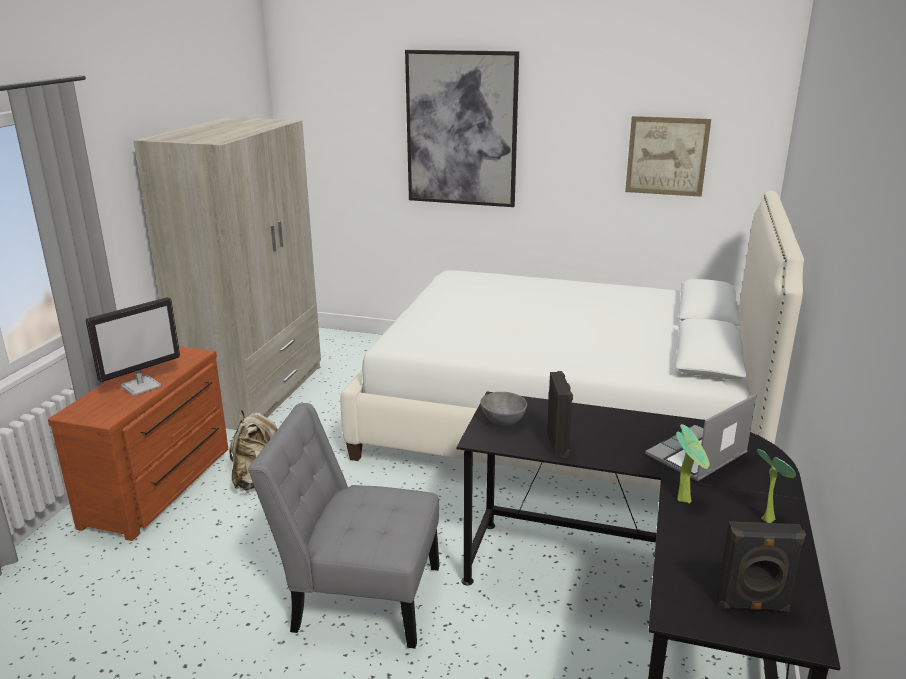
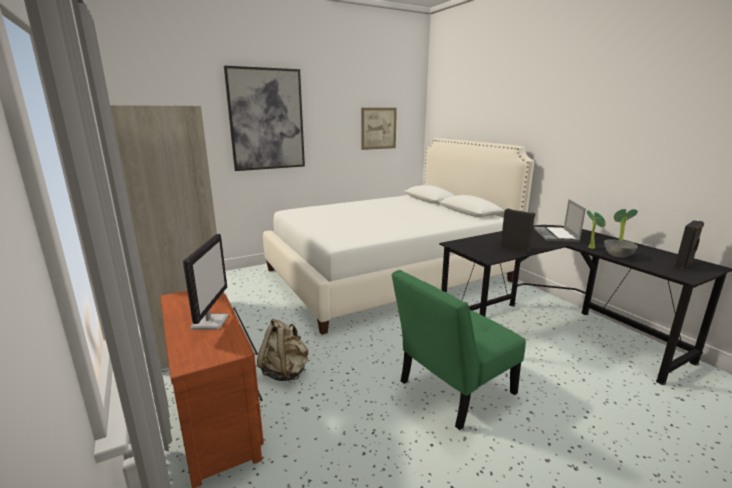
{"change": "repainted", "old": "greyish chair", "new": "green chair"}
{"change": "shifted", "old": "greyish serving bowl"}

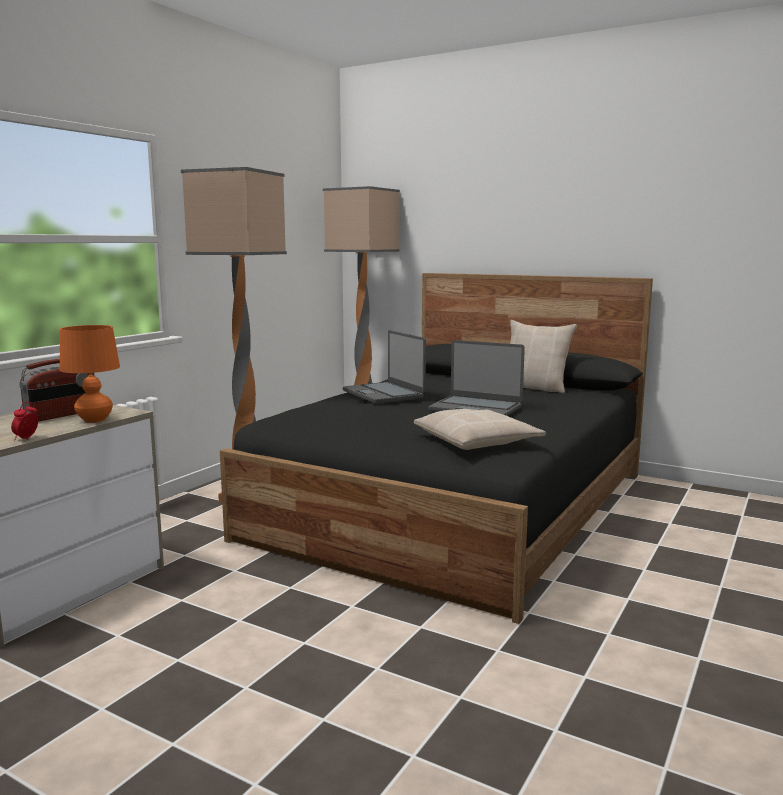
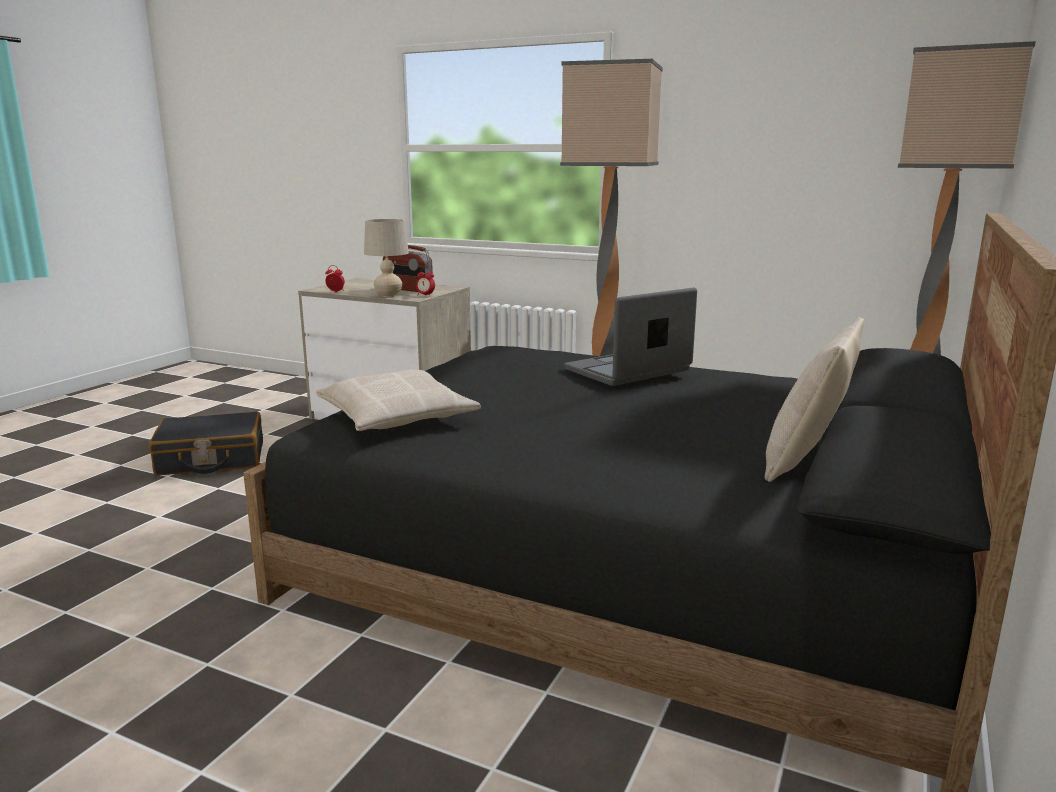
{"change": "repainted", "old": "orange tabletop lamp", "new": "beige tabletop lamp"}
{"change": "gone", "old": "notebook computer (no. 2 from left)"}
{"change": "new", "new": "blackish travel case"}
{"change": "new", "new": "table clock (no. 2 from left)"}

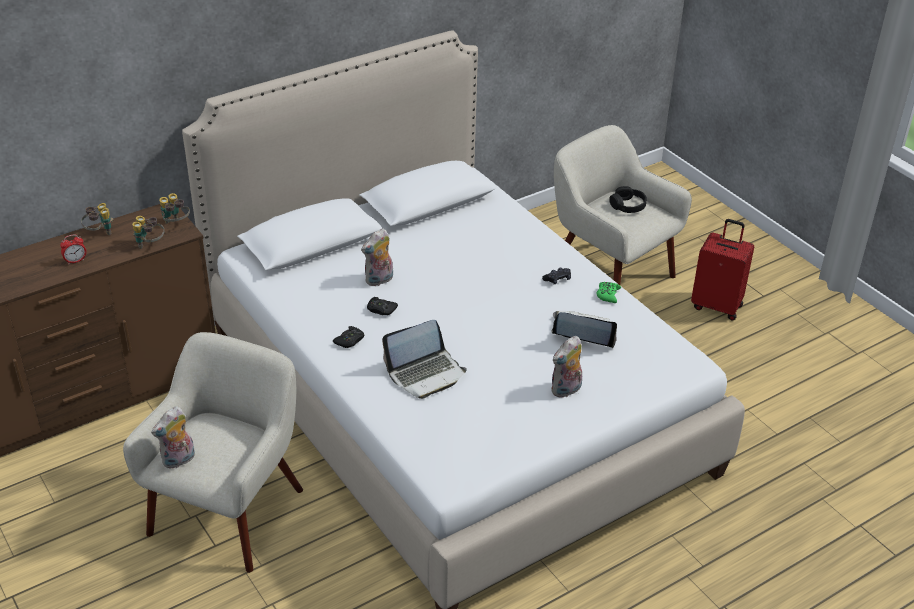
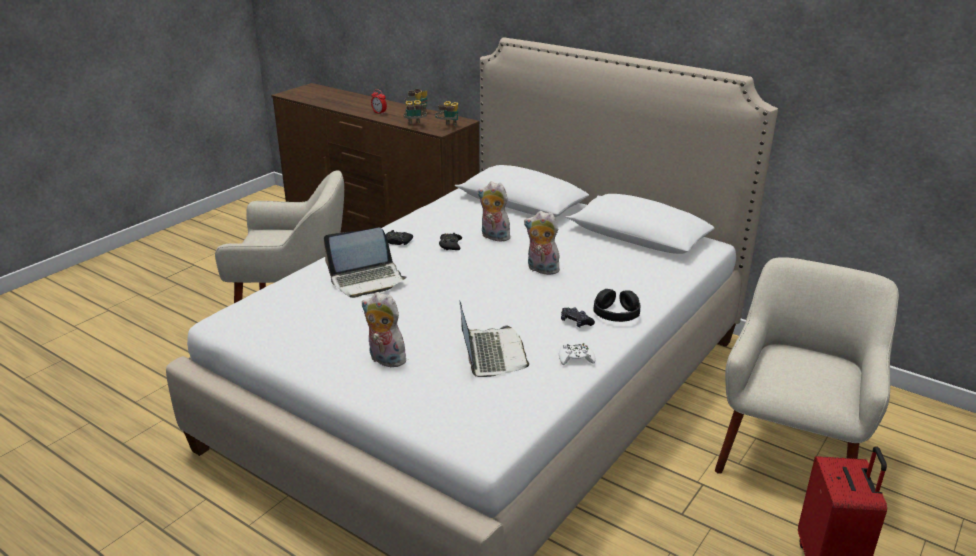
{"change": "shifted", "old": "soft toy (no. 1 from left in the first image)", "new": "soft toy (no. 3 from left)"}
{"change": "rotated", "old": "notebook computer (no. 1 from left)", "degrees": -60}
{"change": "repainted", "old": "green game controller", "new": "white-coloured game controller"}
{"change": "shifted", "old": "blackish headset"}

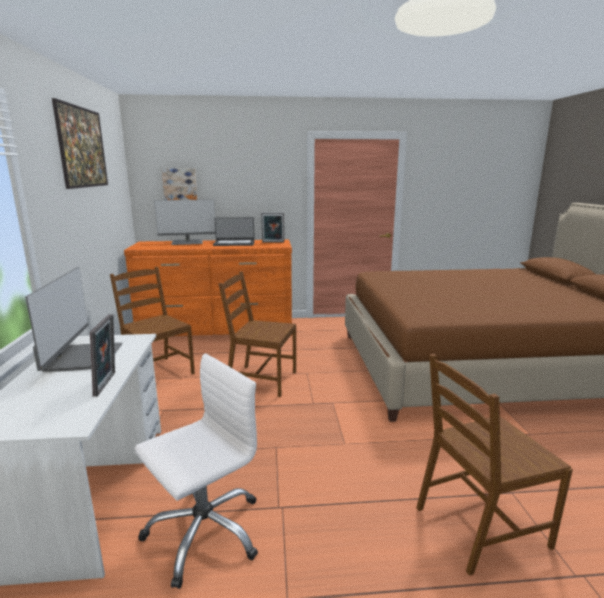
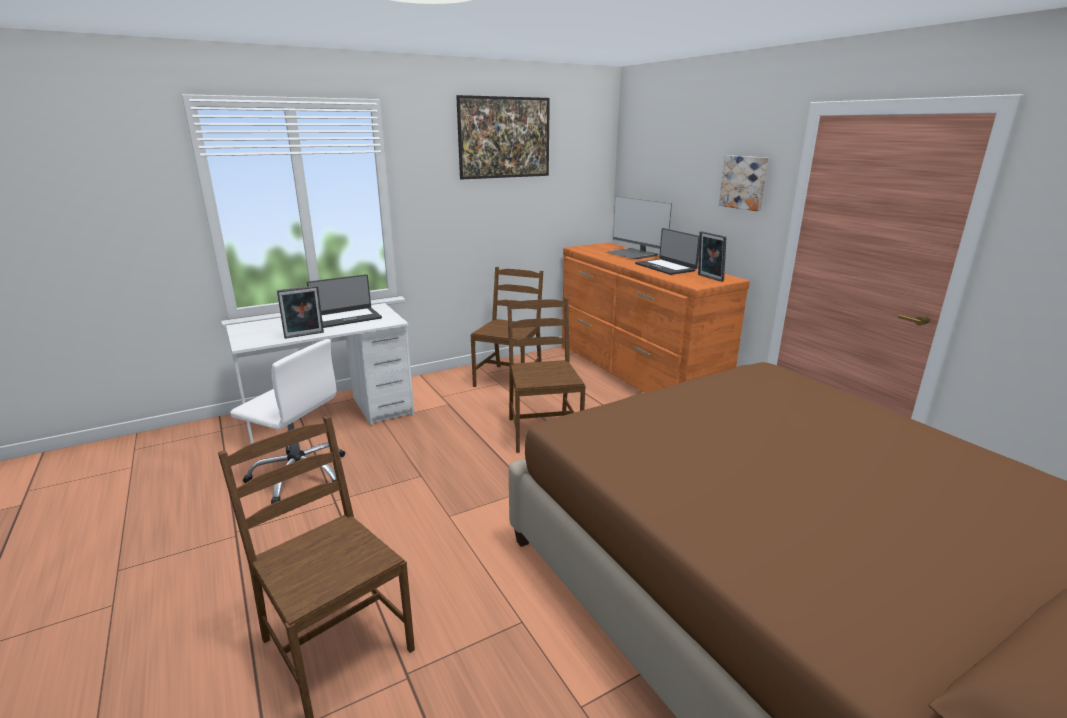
{"change": "swapped", "old": "computer display (no. 1 from left)", "new": "notebook computer (no. 1 from left)"}
{"change": "shifted", "old": "wall art (no. 2 from left)"}

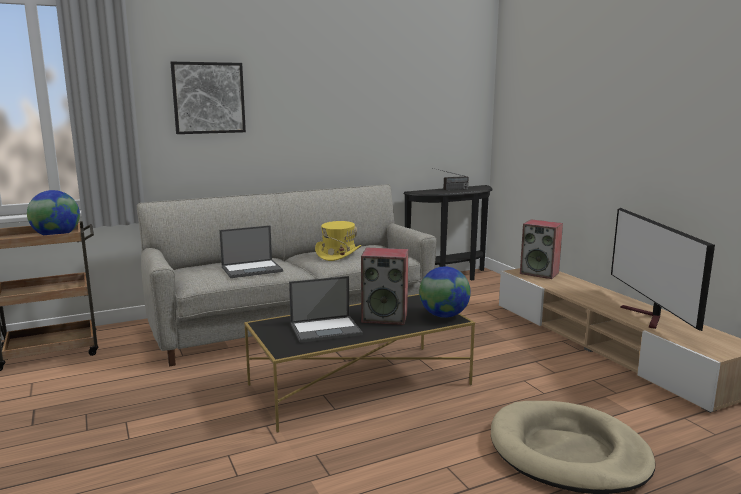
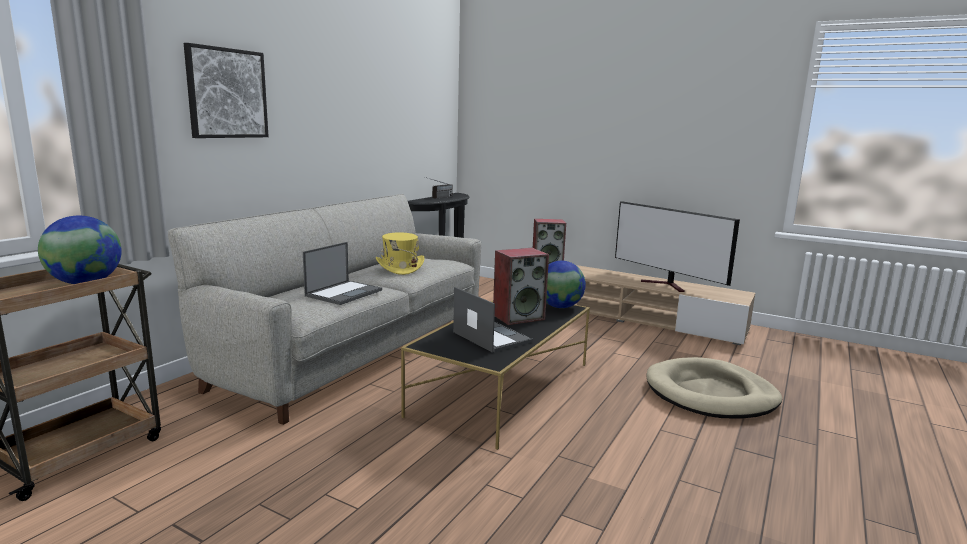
{"change": "rotated", "old": "notebook computer (no. 2 from left)", "degrees": -75}

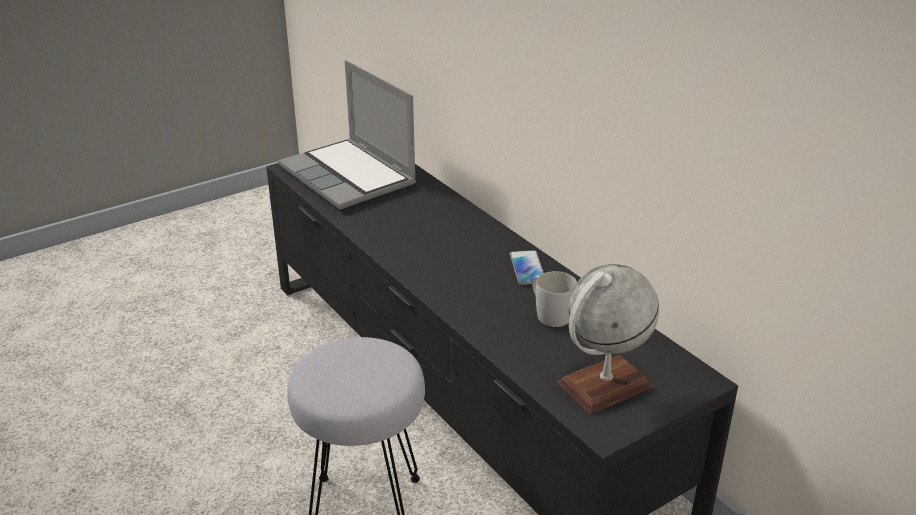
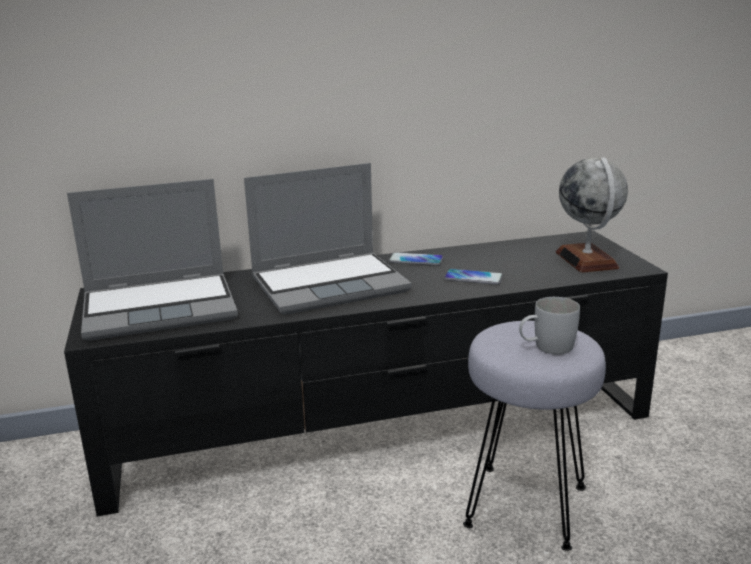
{"change": "shifted", "old": "white-coloured tea mug"}
{"change": "new", "new": "notebook computer (no. 2 from left)"}
{"change": "new", "new": "phone (no. 2 from left)"}

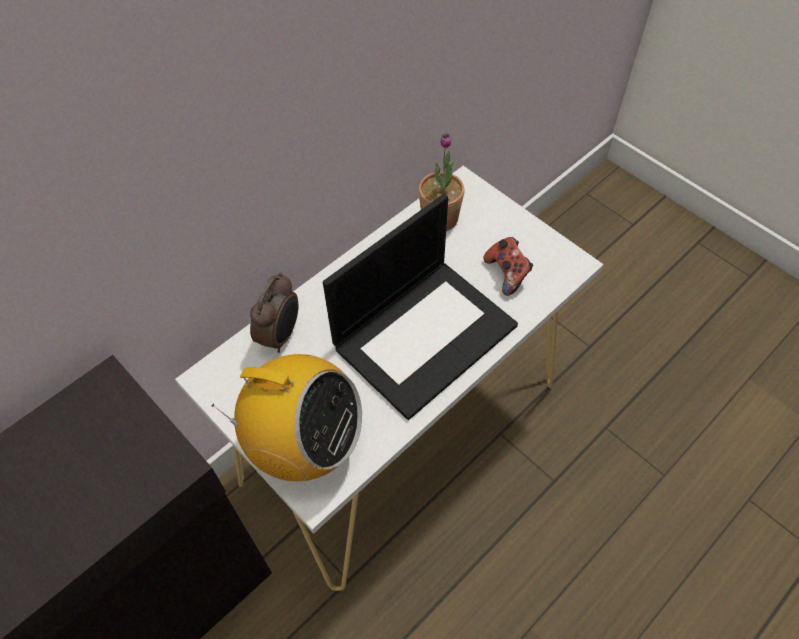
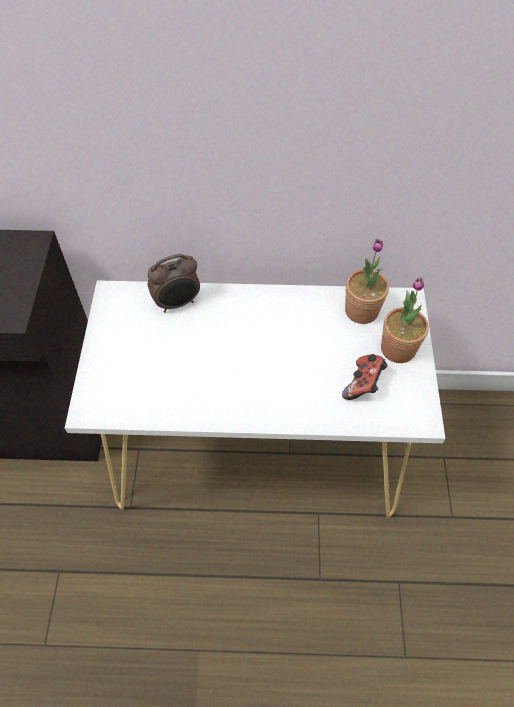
{"change": "gone", "old": "radio set"}
{"change": "gone", "old": "notebook computer"}
{"change": "new", "new": "potted plant (no. 2 from left)"}

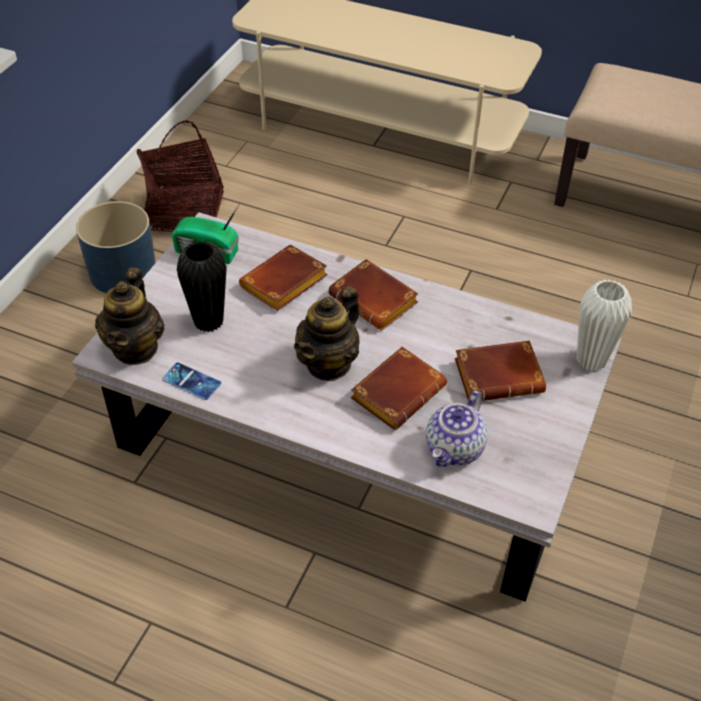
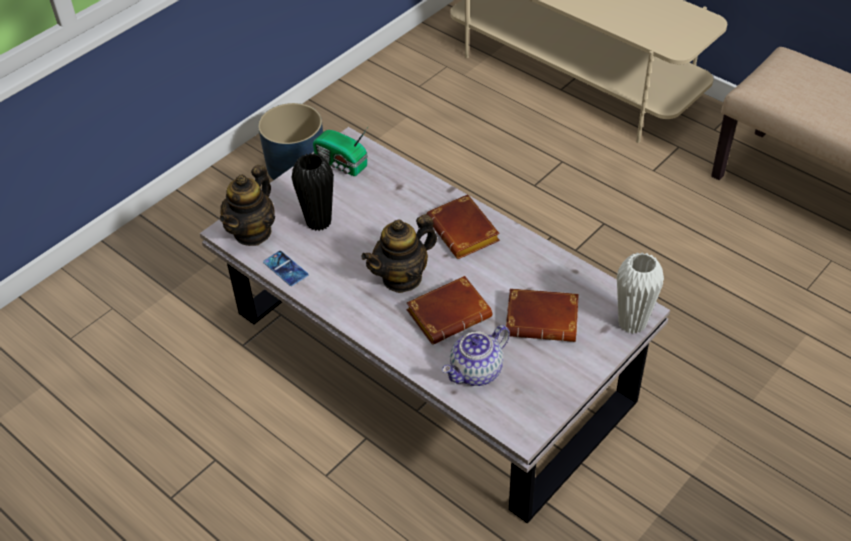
{"change": "gone", "old": "storage basket"}
{"change": "gone", "old": "brown-coloured volume (no. 1 from left)"}

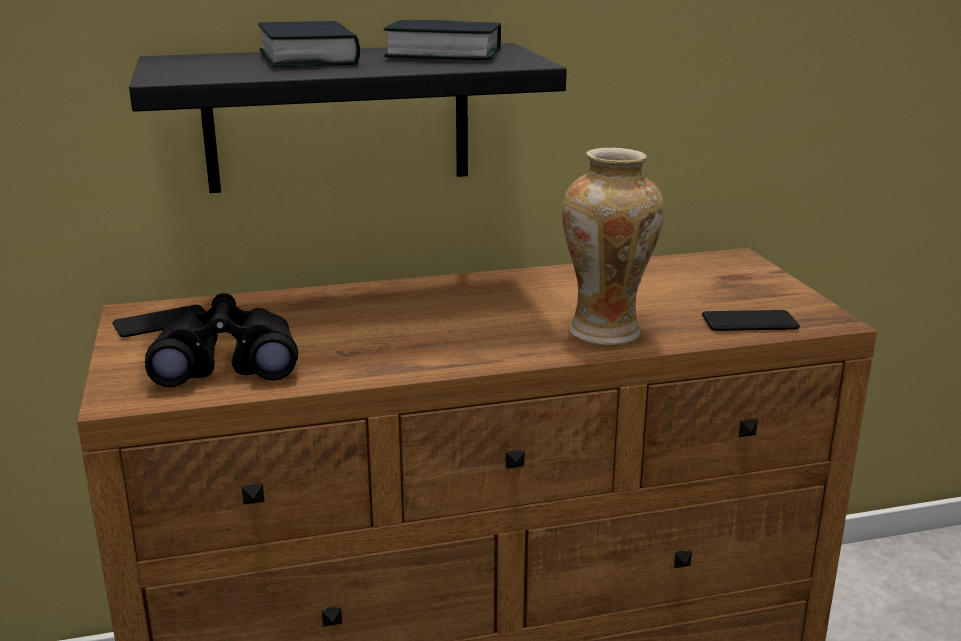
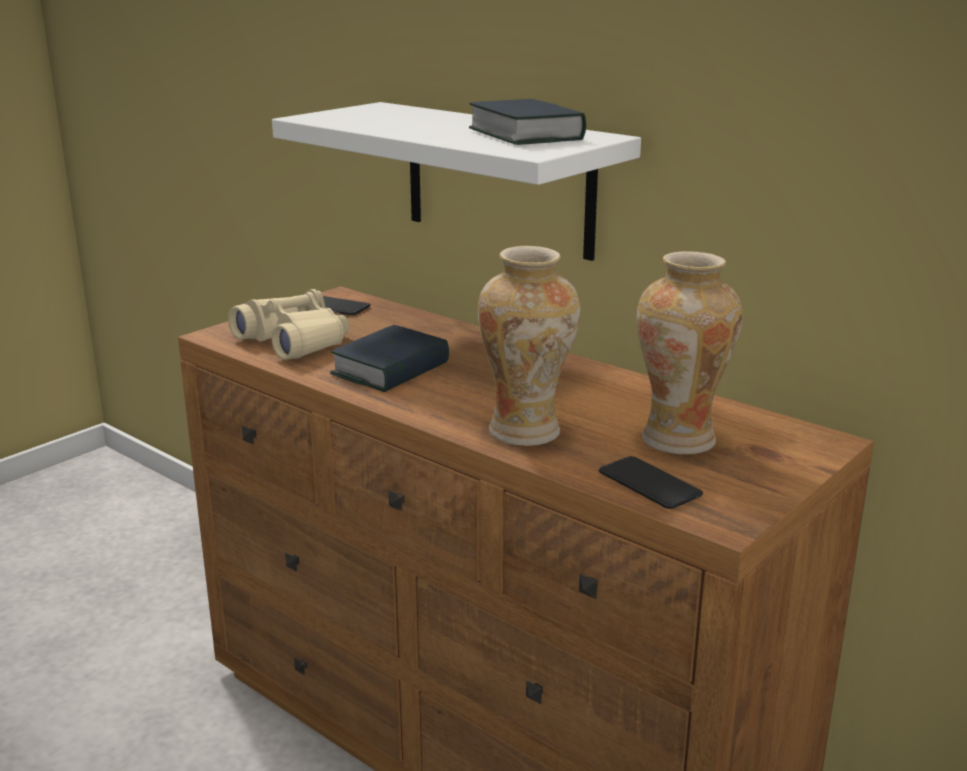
{"change": "repainted", "old": "blackish bracket shelf", "new": "white-coloured bracket shelf"}
{"change": "repainted", "old": "blackish binoculars", "new": "beige binoculars"}
{"change": "shifted", "old": "volume (no. 1 from left)"}
{"change": "new", "new": "vase (no. 2 from left)"}

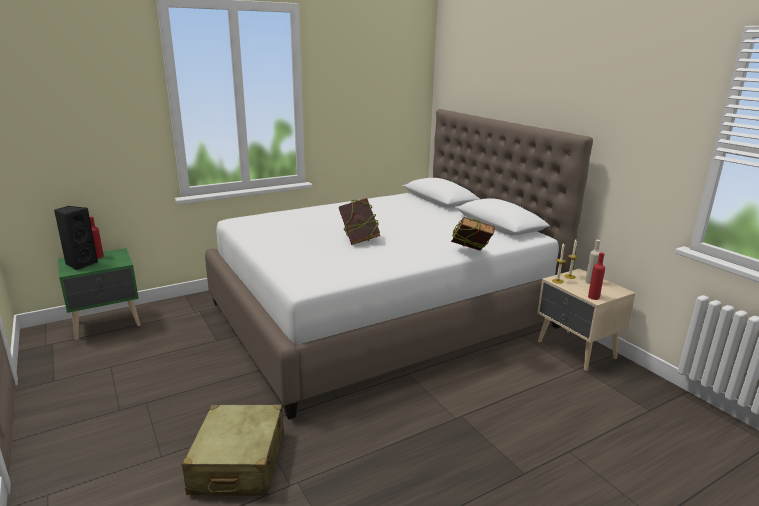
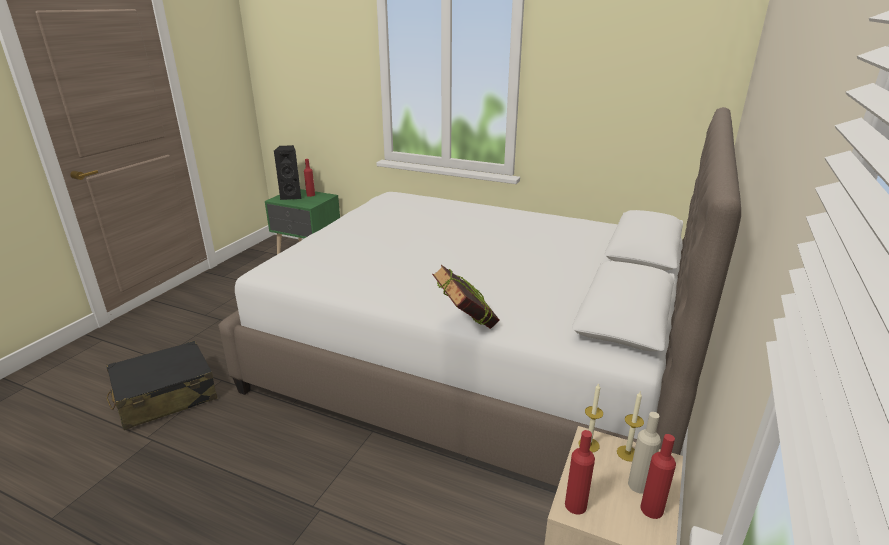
{"change": "repainted", "old": "beige travel case", "new": "blackish travel case"}
{"change": "gone", "old": "volume (no. 1 from left)"}
{"change": "new", "new": "red beverage bottle (no. 3 from left)"}

